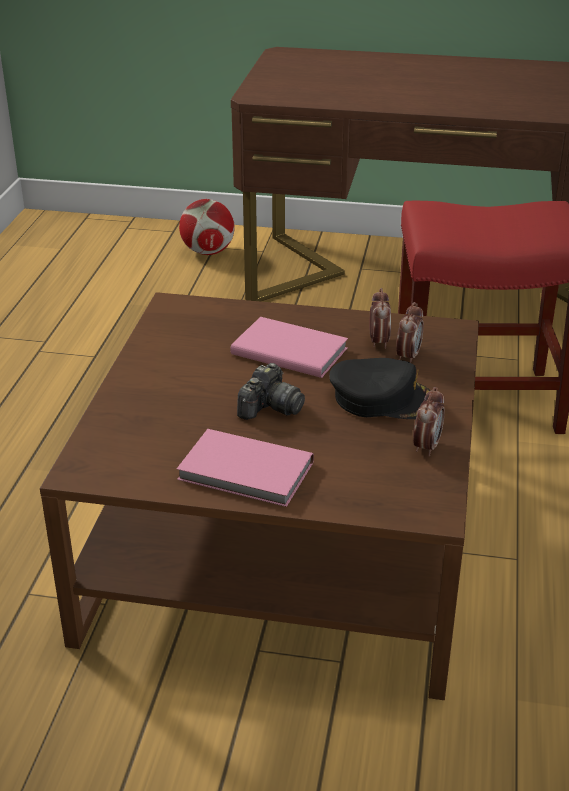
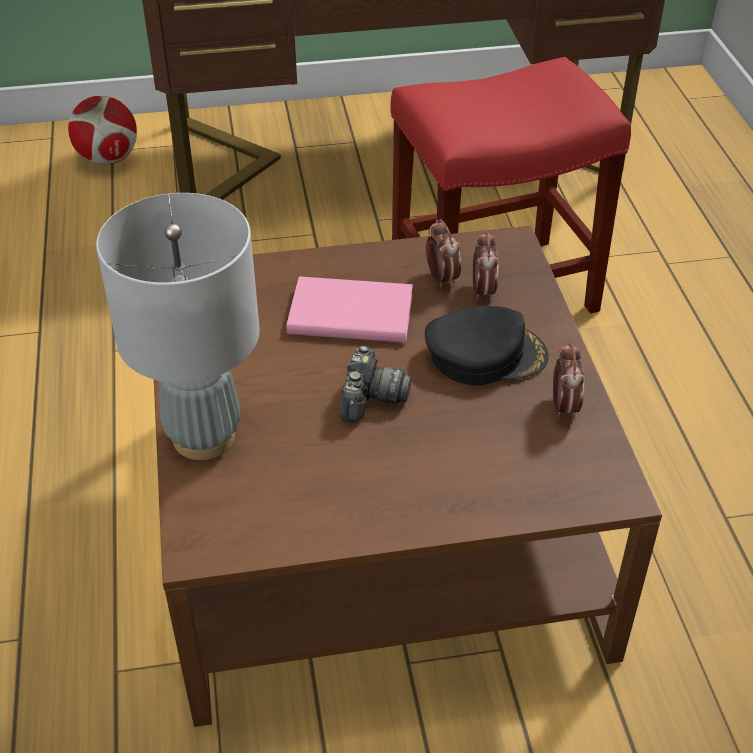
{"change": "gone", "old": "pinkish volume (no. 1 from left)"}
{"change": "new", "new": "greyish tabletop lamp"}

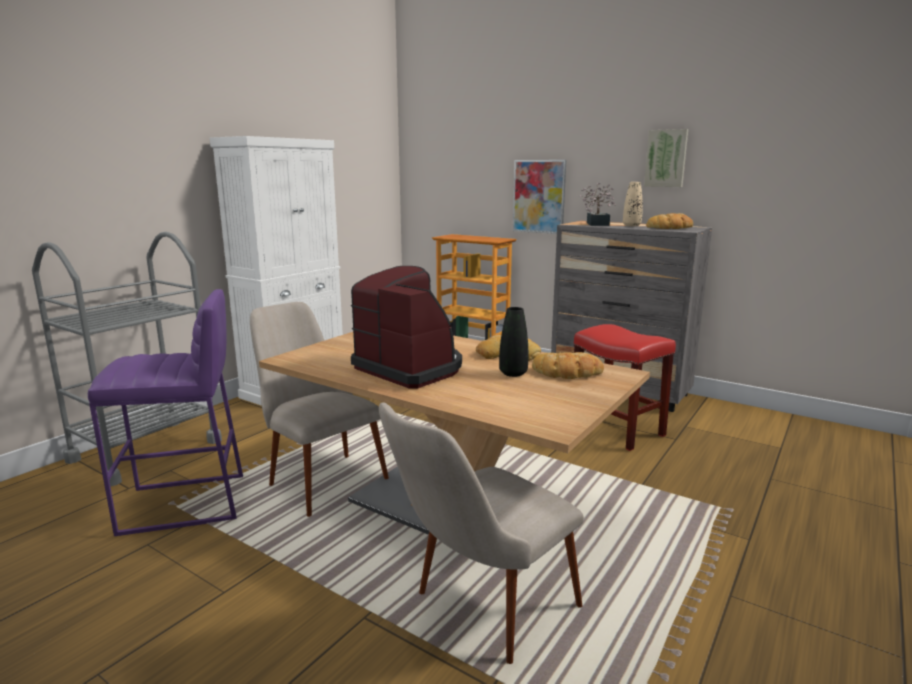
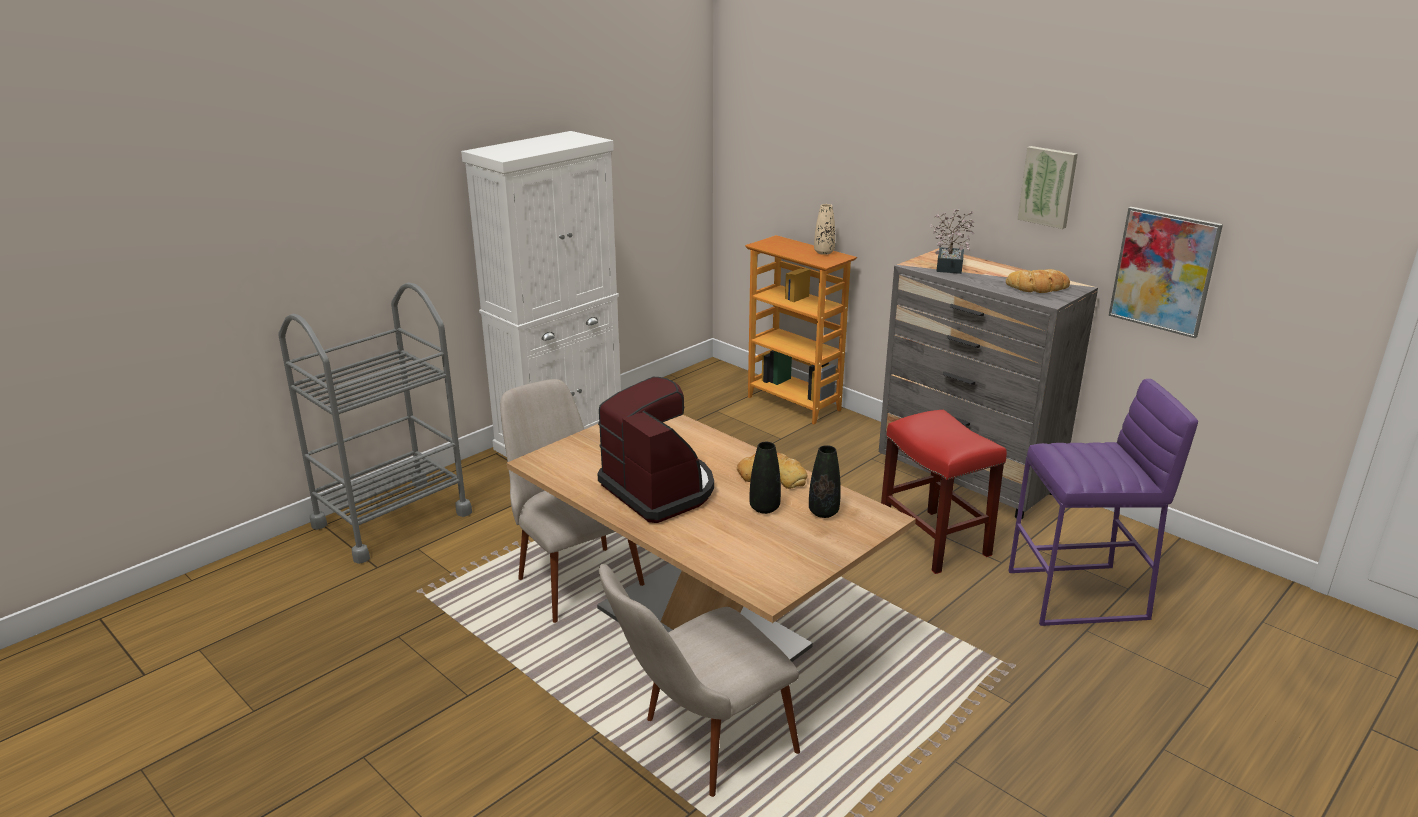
{"change": "shifted", "old": "purplish stool seat"}
{"change": "shifted", "old": "wall art (no. 1 from left in the first image)", "new": "wall art (no. 2 from left)"}
{"change": "swapped", "old": "bakery bread (no. 2 from left)", "new": "blackish vase (no. 2 from left)"}
{"change": "shifted", "old": "beige vase"}

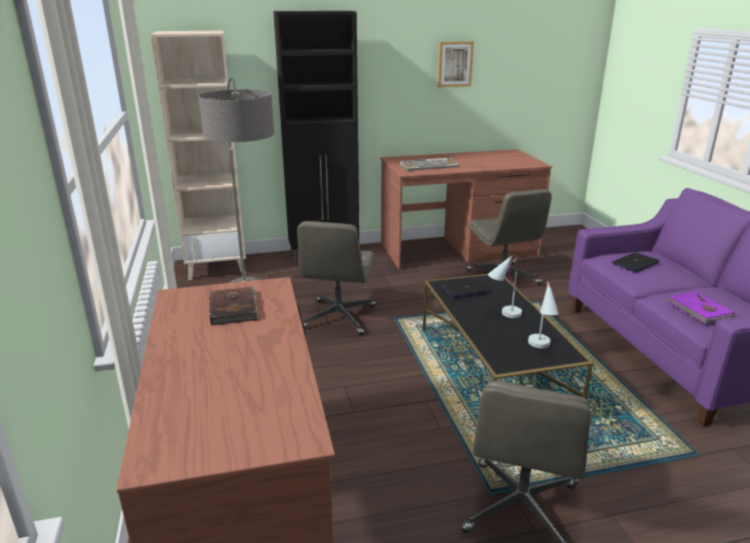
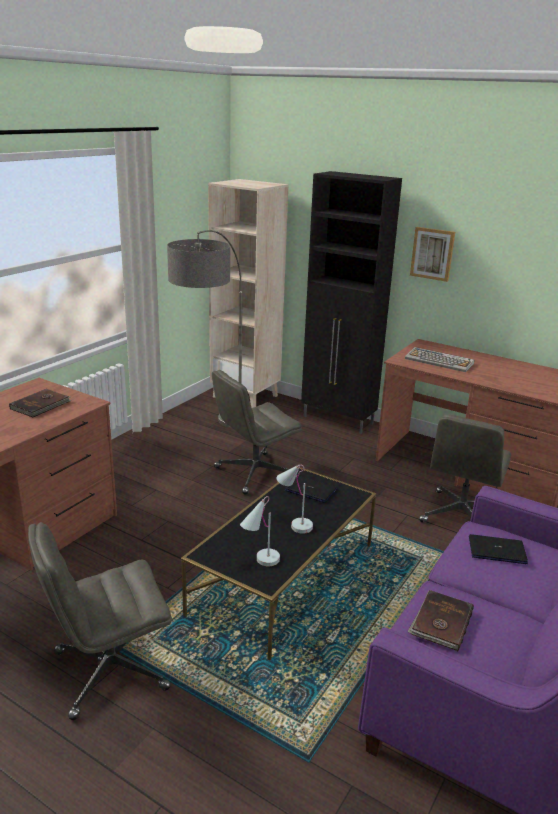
{"change": "shifted", "old": "wall art"}
{"change": "repainted", "old": "purplish volume", "new": "brown-coloured volume (no. 2 from left)"}

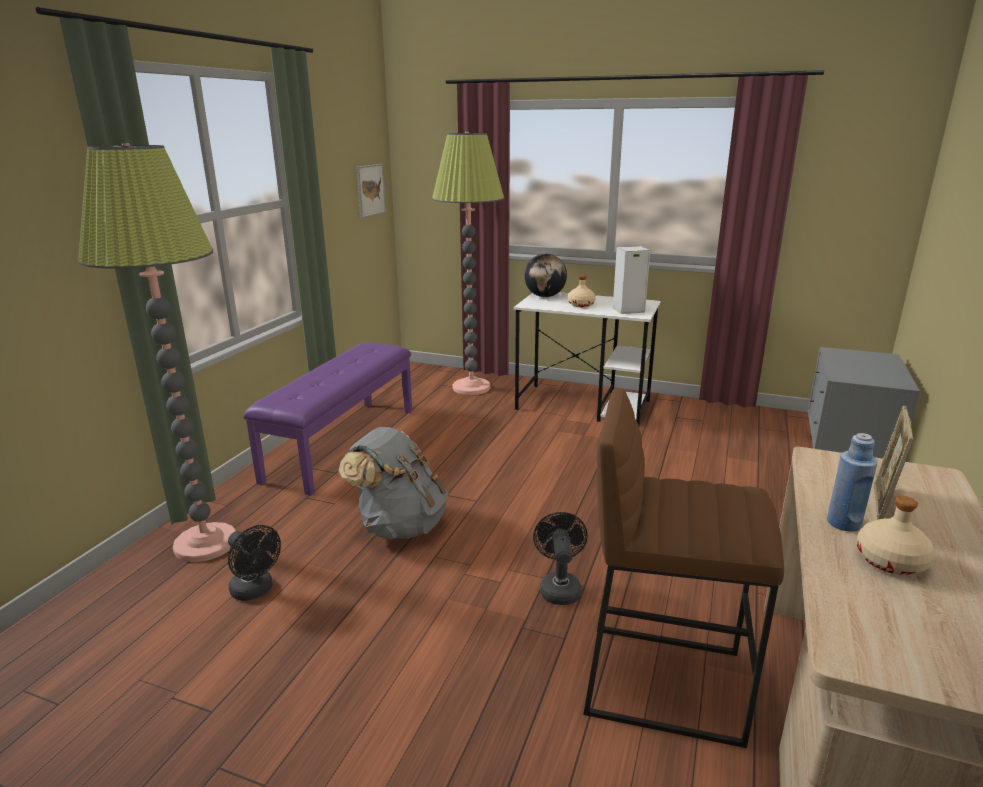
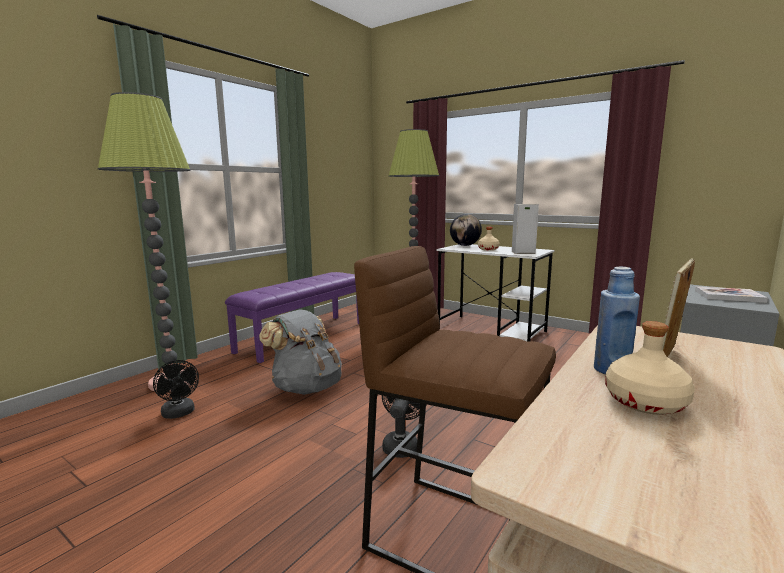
{"change": "gone", "old": "wall art"}
{"change": "new", "new": "volume"}

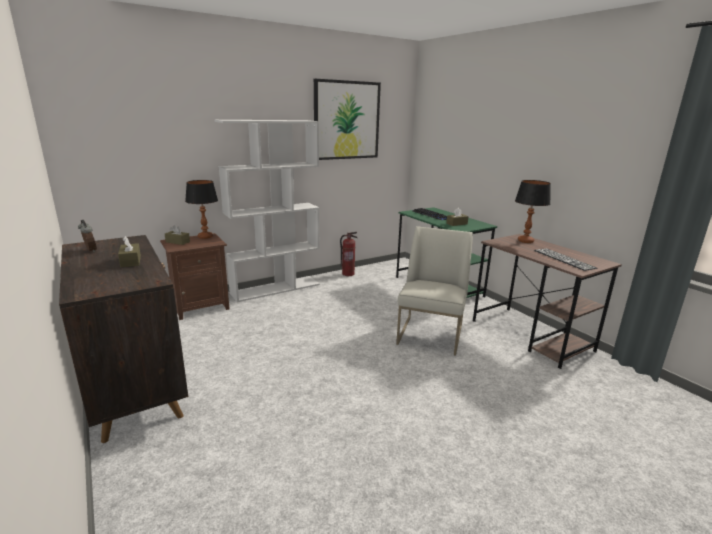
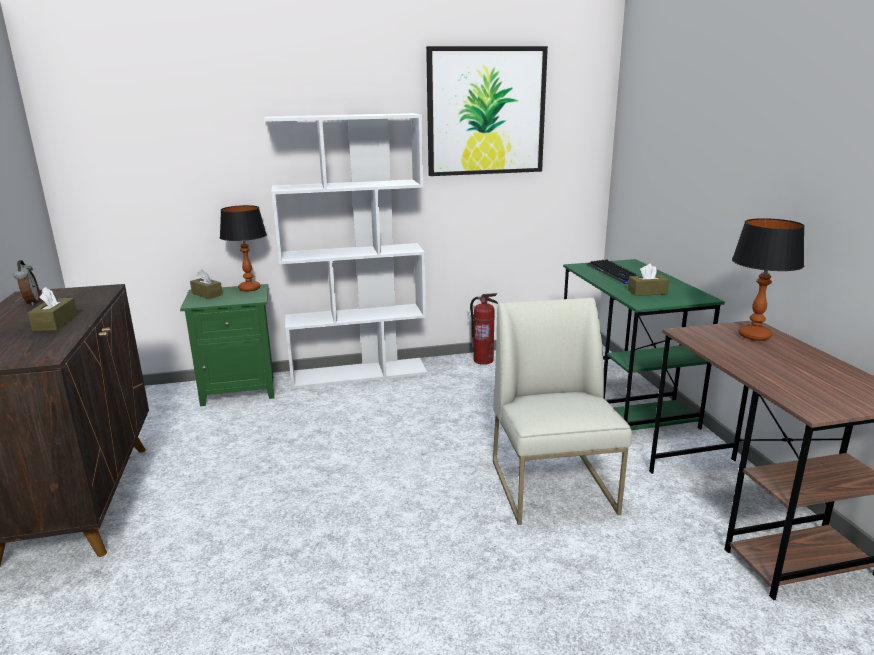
{"change": "repainted", "old": "brown-coloured bedside table", "new": "green bedside table"}
{"change": "rotated", "old": "white-coloured chair", "degrees": -45}
{"change": "gone", "old": "computer keyboard (no. 2 from left)"}

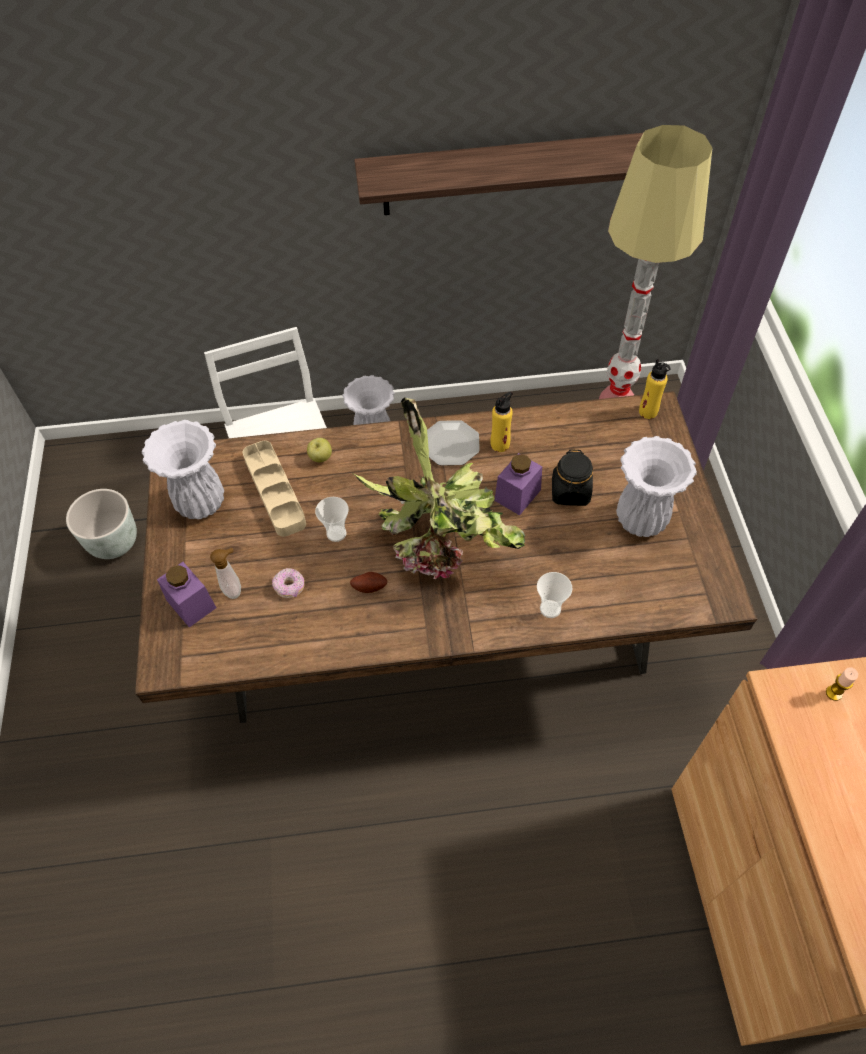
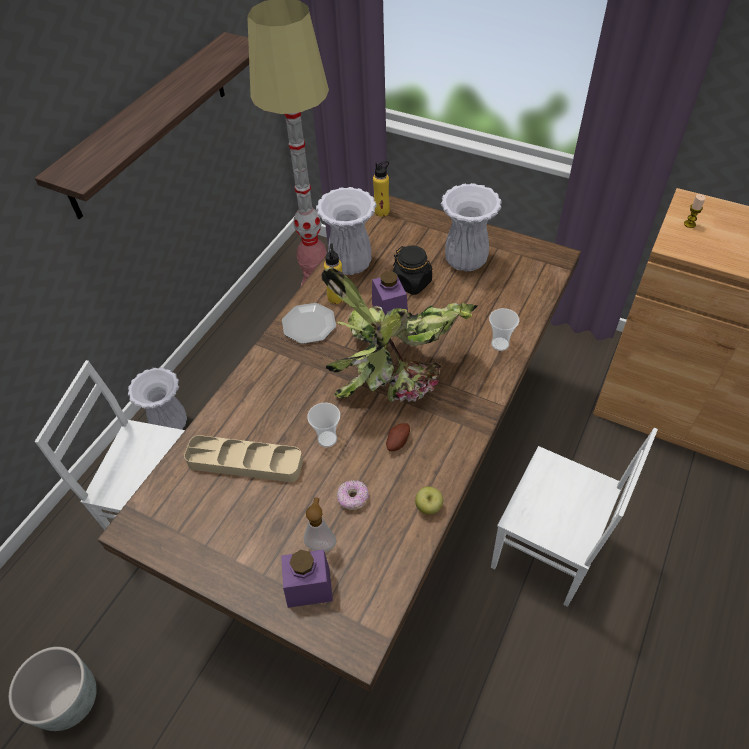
{"change": "shifted", "old": "white-coloured vase (no. 1 from left in the first image)", "new": "white-coloured vase (no. 2 from left)"}
{"change": "shifted", "old": "apple"}
{"change": "new", "new": "white-coloured chair (no. 2 from left)"}

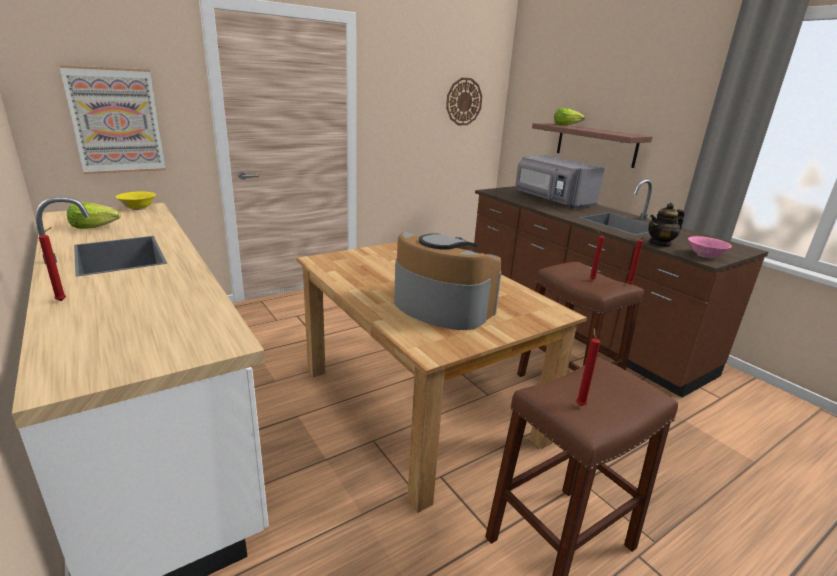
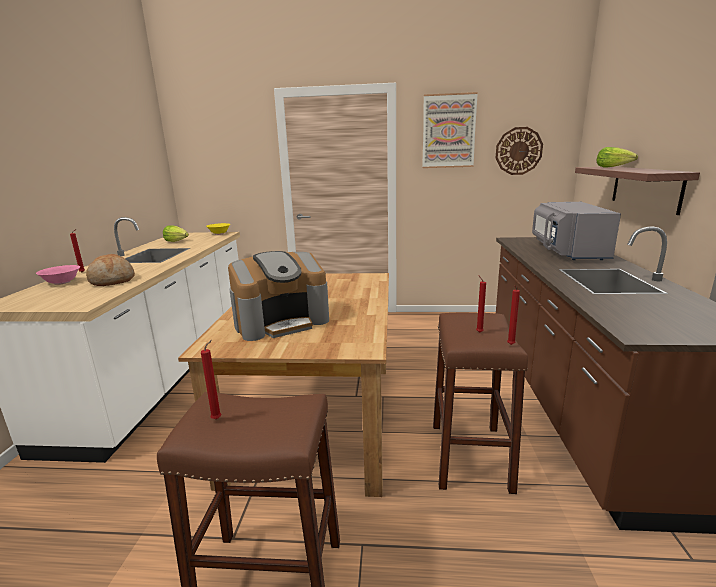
{"change": "shifted", "old": "wall art"}
{"change": "rotated", "old": "coffee maker", "degrees": 75}
{"change": "gone", "old": "teapot"}
{"change": "shifted", "old": "pinkish serving bowl"}
{"change": "new", "new": "bakery bread"}

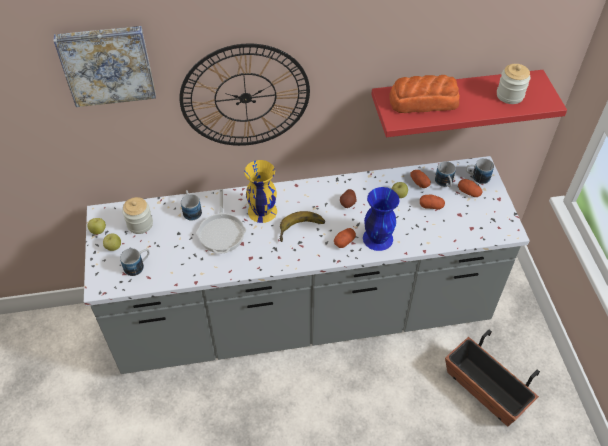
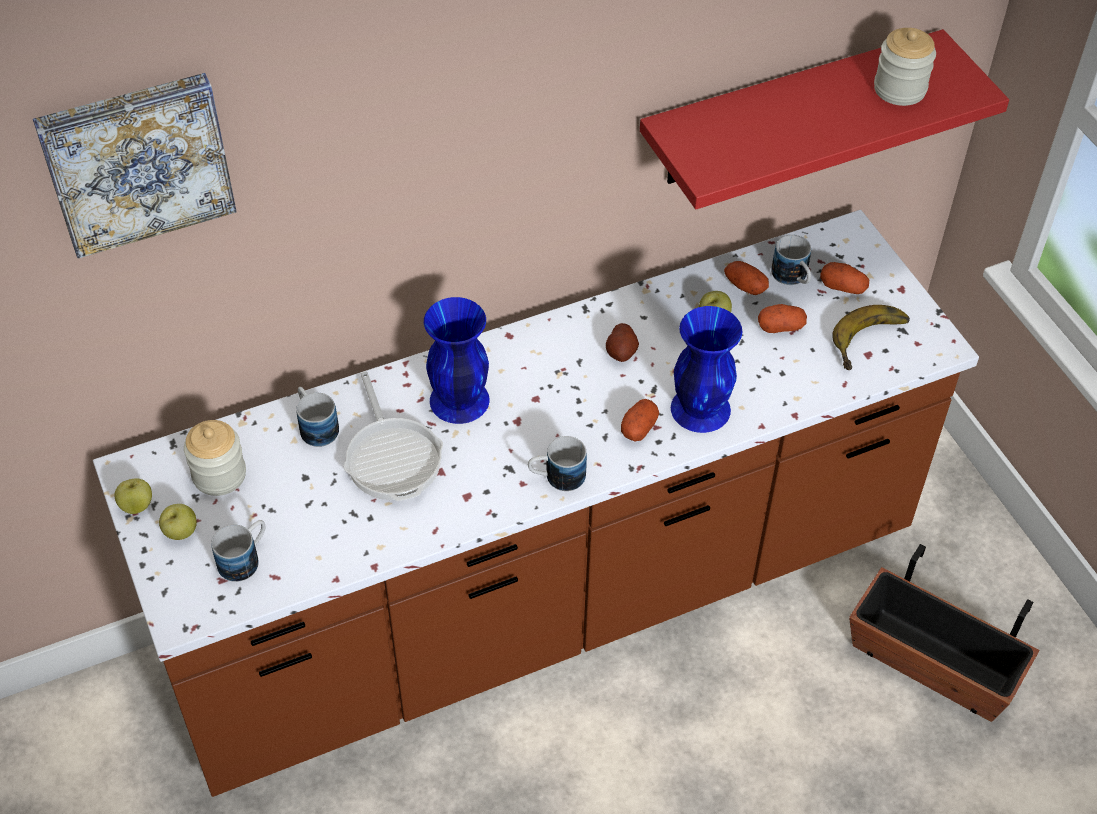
{"change": "repainted", "old": "greyish kitchen base unit", "new": "brown-coloured kitchen base unit"}
{"change": "gone", "old": "clock on the wall"}
{"change": "repainted", "old": "yellow-coloured vase", "new": "blue-coloured vase (no. 1 from left)"}
{"change": "shifted", "old": "banana fruit"}
{"change": "gone", "old": "bakery bread"}
{"change": "shifted", "old": "tea mug (no. 4 from left in the first image)", "new": "tea mug (no. 3 from left)"}

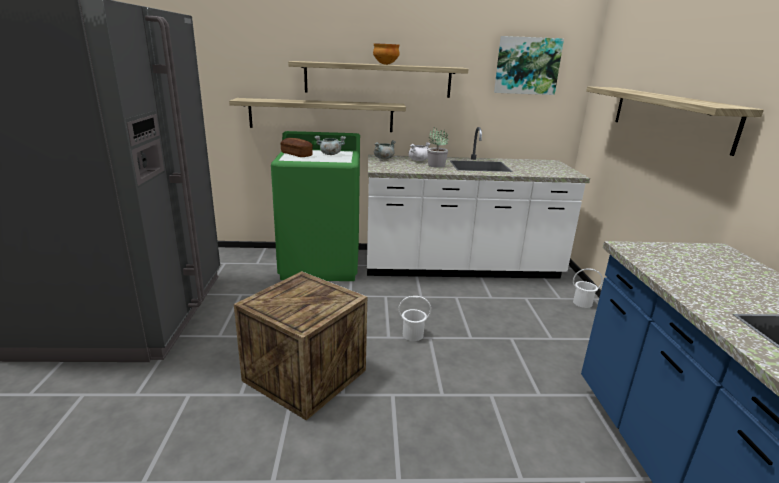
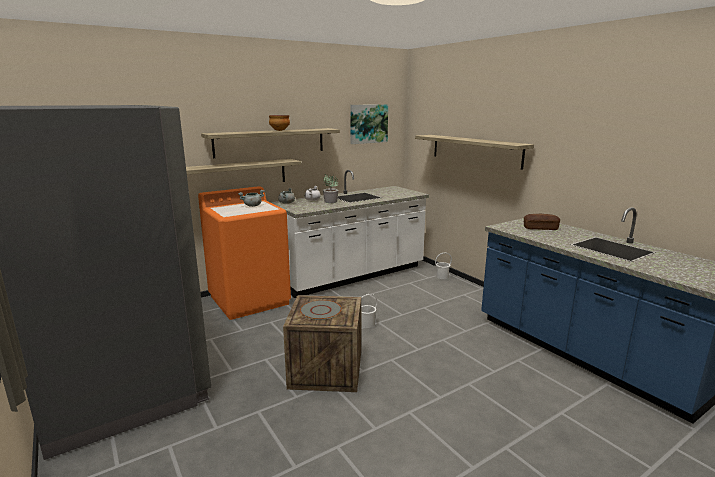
{"change": "repainted", "old": "green laundry appliance", "new": "orange laundry appliance"}
{"change": "shifted", "old": "bakery bread"}
{"change": "new", "new": "greyish dinner plate"}

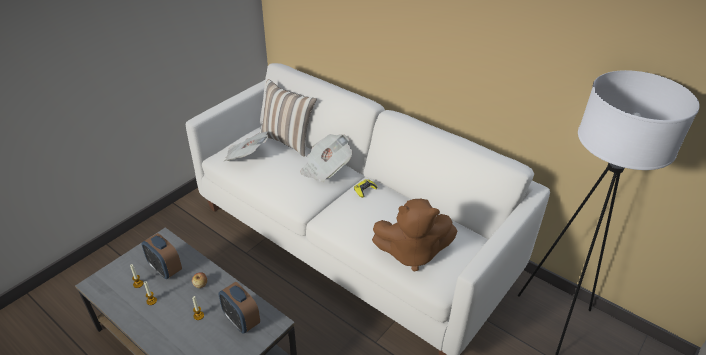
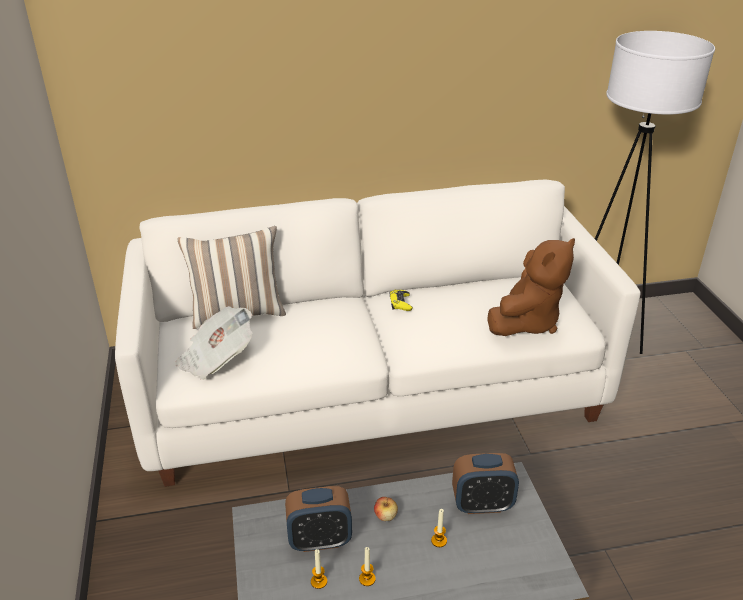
{"change": "gone", "old": "printed paper (no. 2 from left)"}

